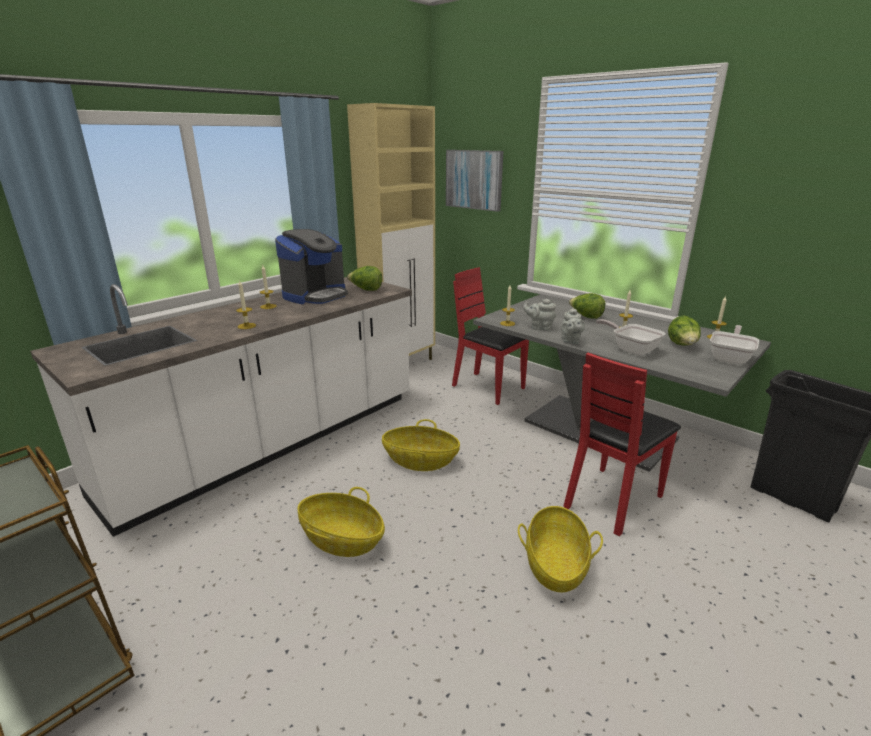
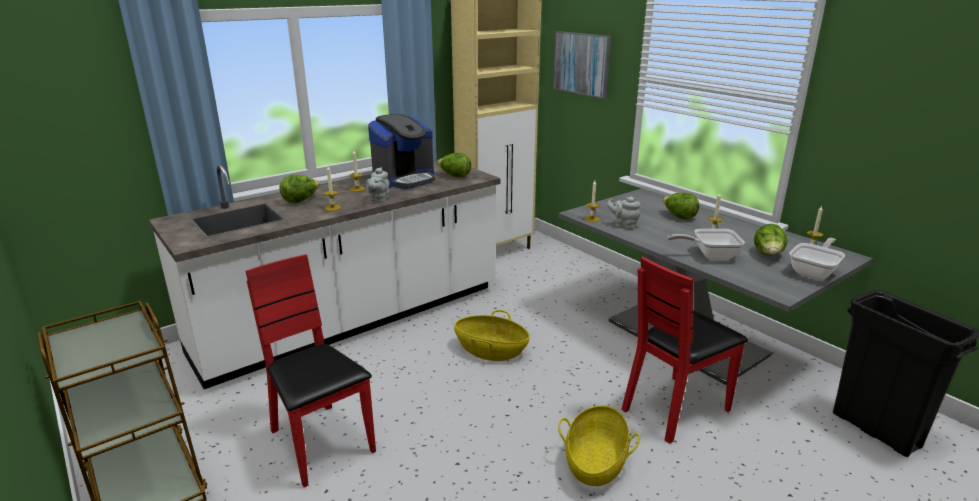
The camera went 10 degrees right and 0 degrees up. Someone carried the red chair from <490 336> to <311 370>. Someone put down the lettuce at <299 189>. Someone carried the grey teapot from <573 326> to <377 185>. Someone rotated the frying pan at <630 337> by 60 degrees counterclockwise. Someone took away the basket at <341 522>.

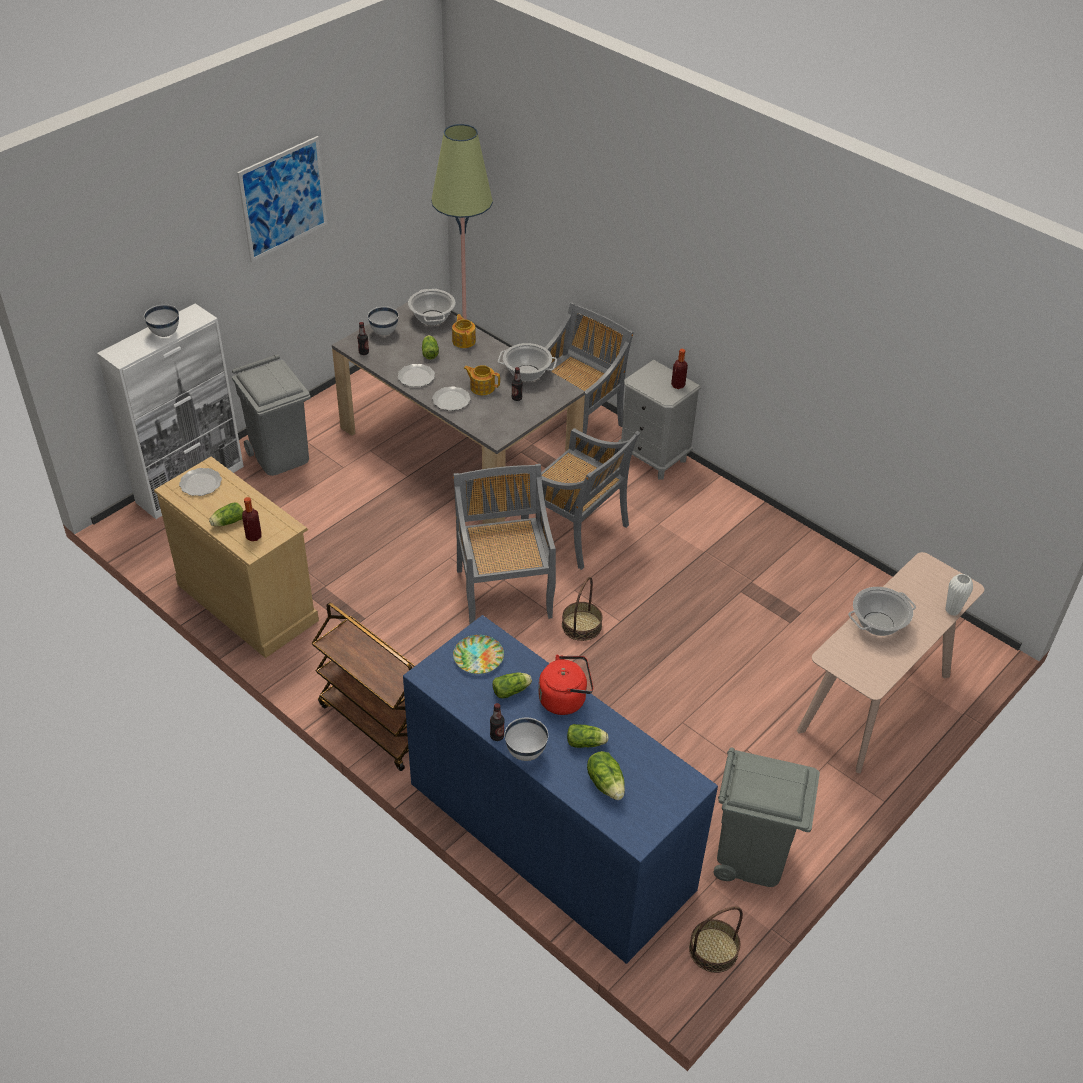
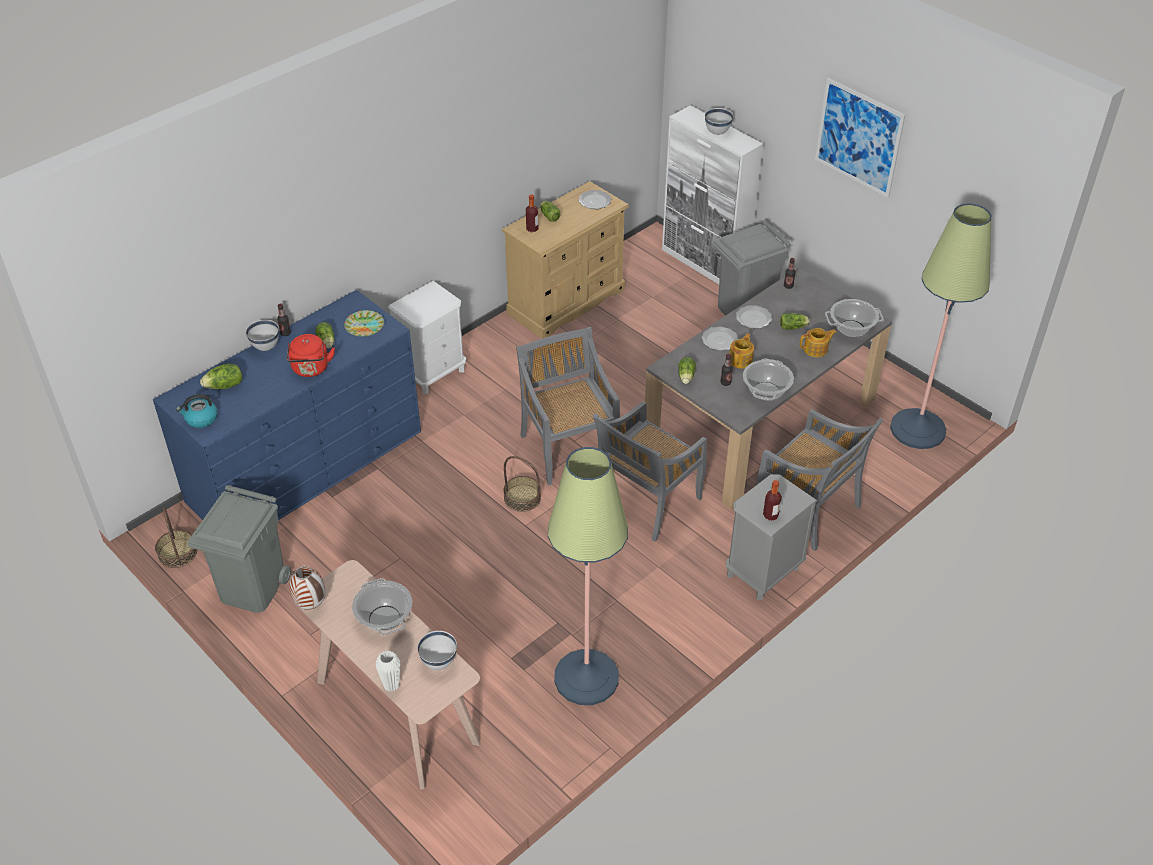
The camera went 95 degrees right and 0 degrees up. Someone put down the kettle at <197 411>. Someone put down the vase at <307 588>. Someone swapped the brown cart at <363 686> for the white nightstand at <427 337>. Someone carried the white bowl from <383 321> to <437 650>. Someone rotated the grey chair at <504 544> by 105 degrees counterclockwise. Someone put down the floor lamp at <588 576>. Someone carried the lettuce from <588 736> to <687 370>.

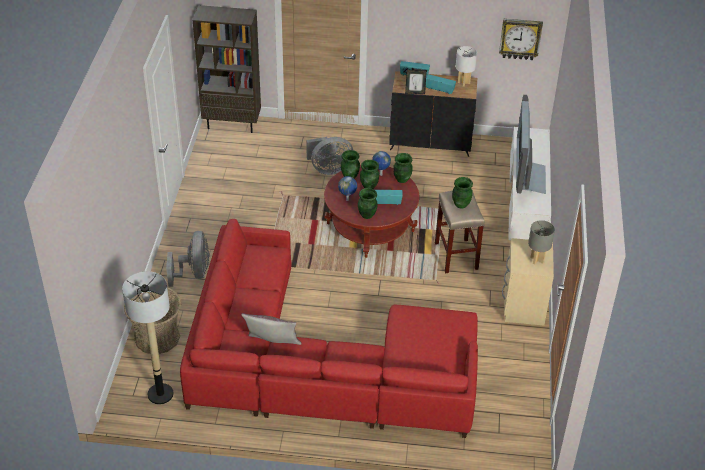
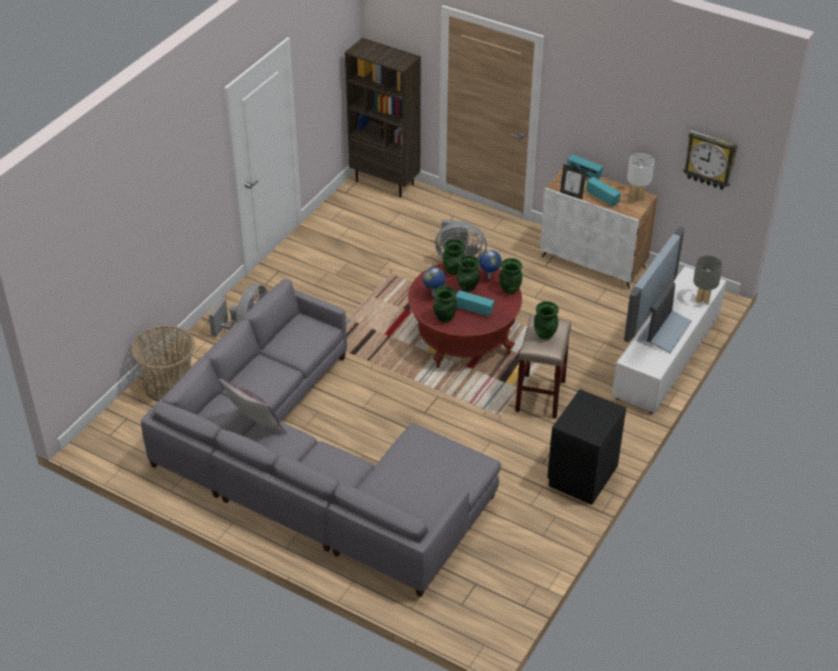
The camera went 25 degrees right and 0 degrees up. Someone repainted the red sofa at <329 328>, which became the grey sofa at <321 438>. Someone repainted the black cabinet at <433 114>, which became the white cabinet at <598 228>. Someone repainted the beige nightstand at <528 282>, which became the black nightstand at <586 447>. Someone carried the grey table lamp from <541 242> to <708 280>. Someone took away the floor lamp at <148 337>.

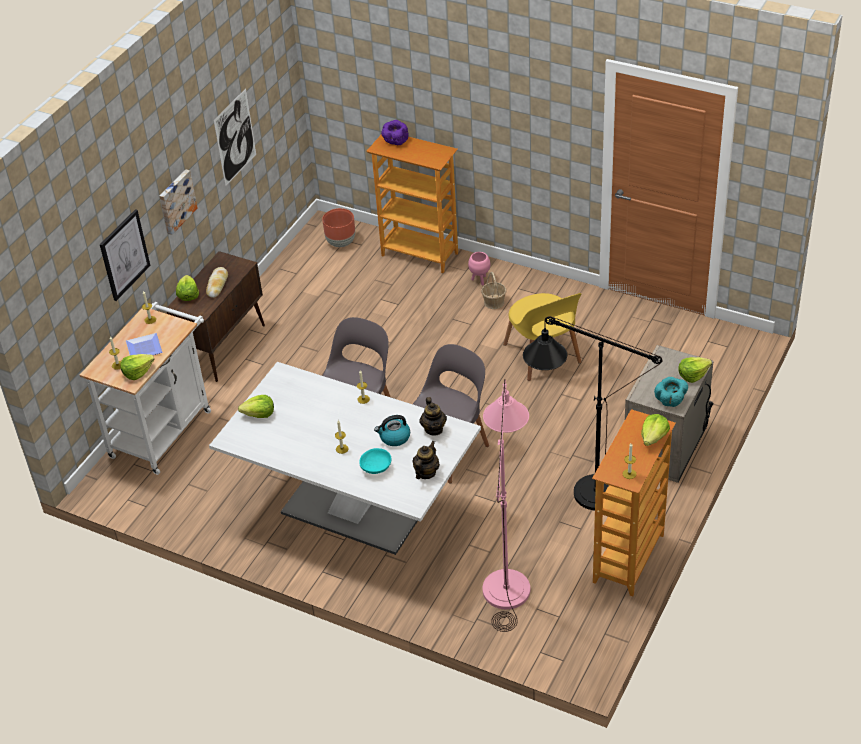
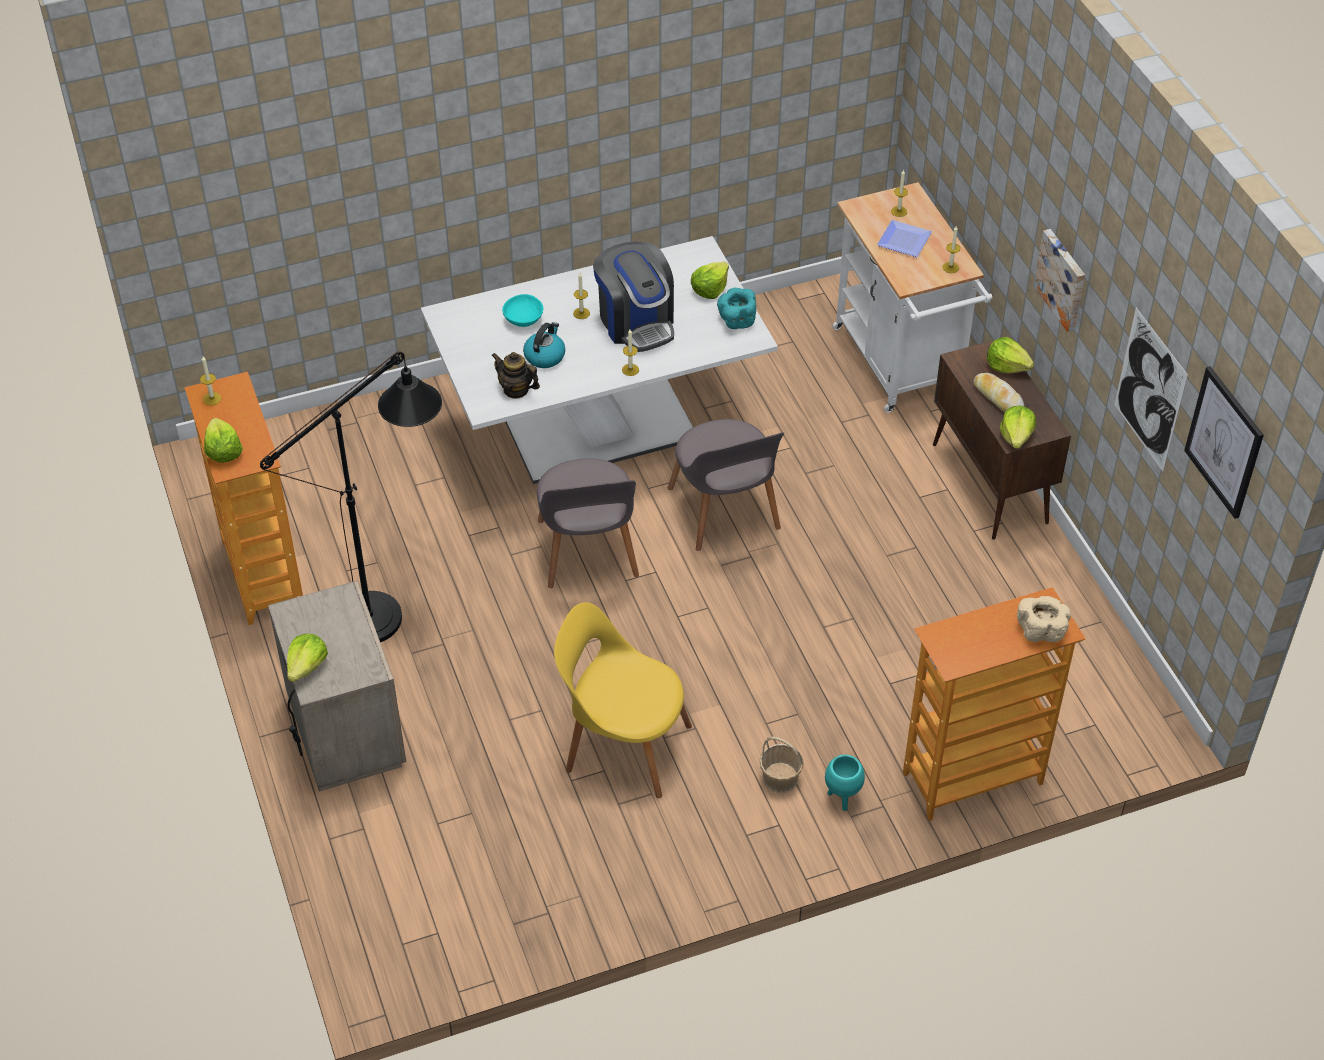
The camera went 130 degrees right and 5 degrees up. Someone put down the coffee machine at <633 296>. Someone carried the turquoise bowl from <671 392> to <736 308>. Someone repainted the pink planter at <479 269>, which became the turquoise planter at <845 783>. Someone carried the lettuce from <137 367> to <1018 427>. Someone repainted the purple bowl at <394 132>, which became the beige bowl at <1044 619>. Someone carried the picture from <125 255> to <1224 442>. Someone took away the brown planter at <338 227>. Someone took away the teapot at <425 460>. Someone took away the pink floor lamp at <506 505>.

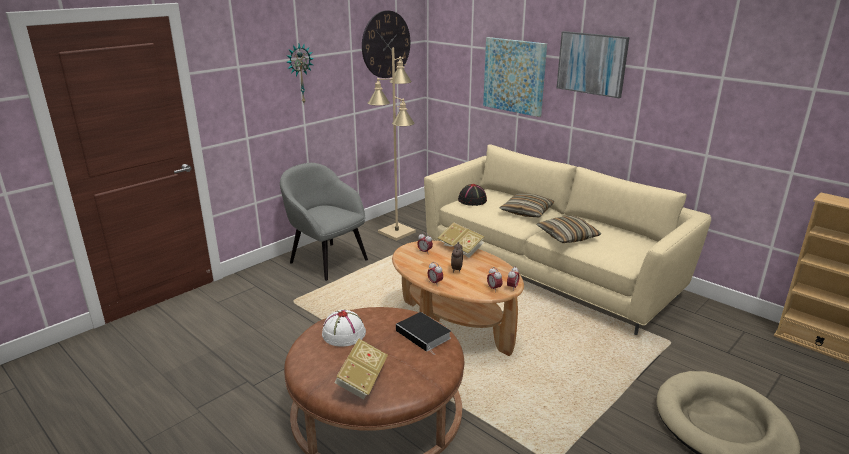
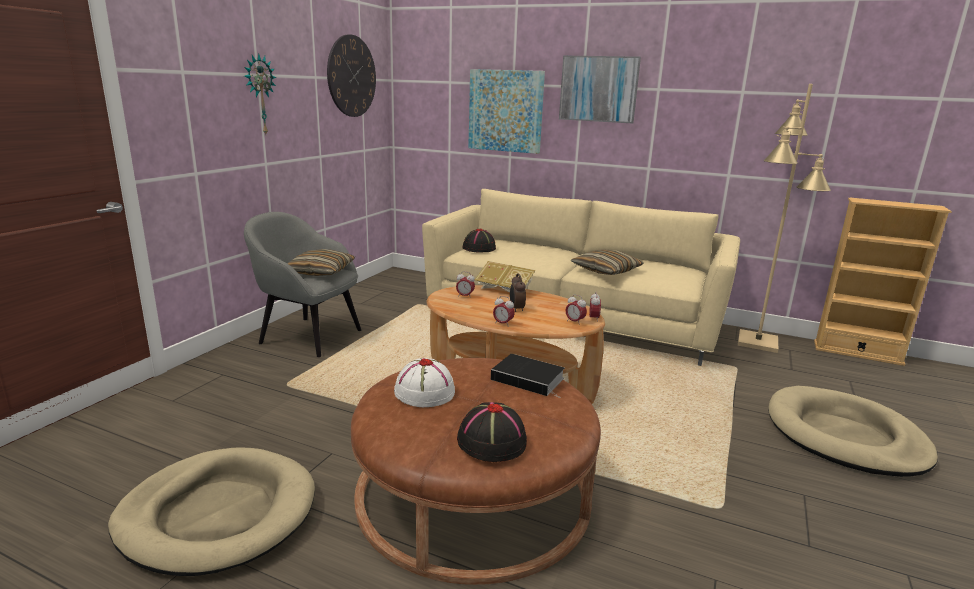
The camera went 20 degrees left and 5 degrees down. Someone put down the beige dog bed at <211 511>. Someone carried the pillow from <527 205> to <321 262>. Someone swapped the book at <361 369> for the black hat at <492 432>. Someone carried the beige floor lamp from <392 144> to <784 218>.

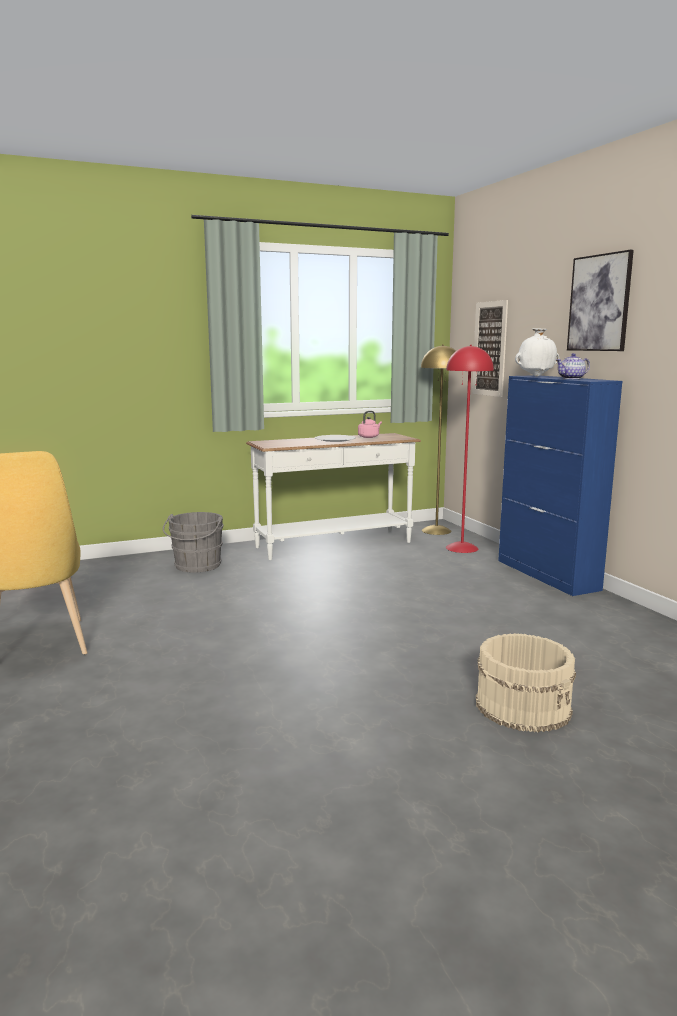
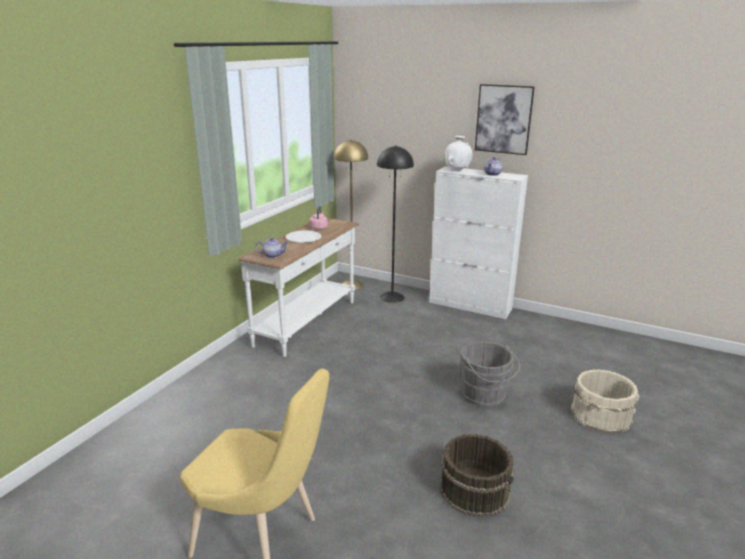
The camera went 40 degrees left and 10 degrees up. Someone put down the teapot at <271 247>. Someone repainted the red floor lamp at <470 449>, which became the black floor lamp at <395 224>. Someone repainted the blue cabinet at <560 485>, which became the white cabinet at <478 242>. Someone put down the brown bucket at <477 476>. Someone carried the grey bucket from <193 542> to <490 374>. Someone took away the picture at <490 348>.

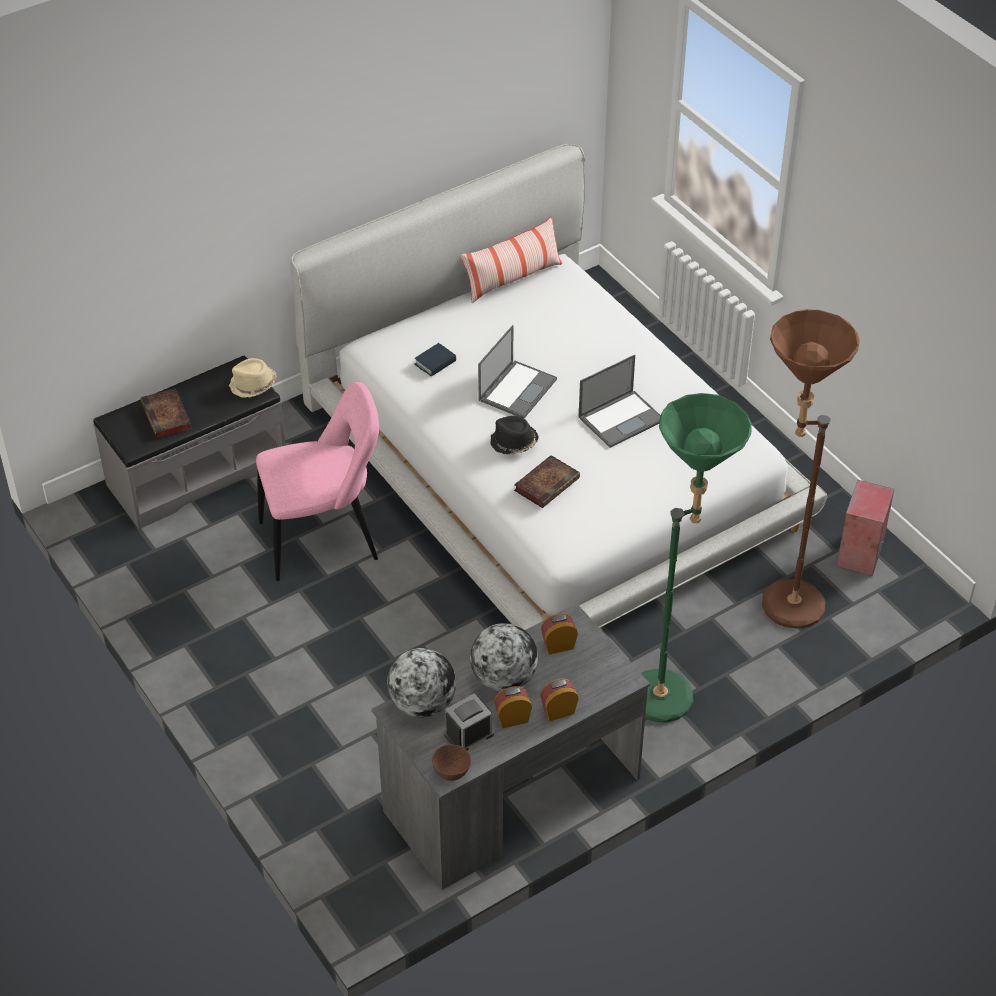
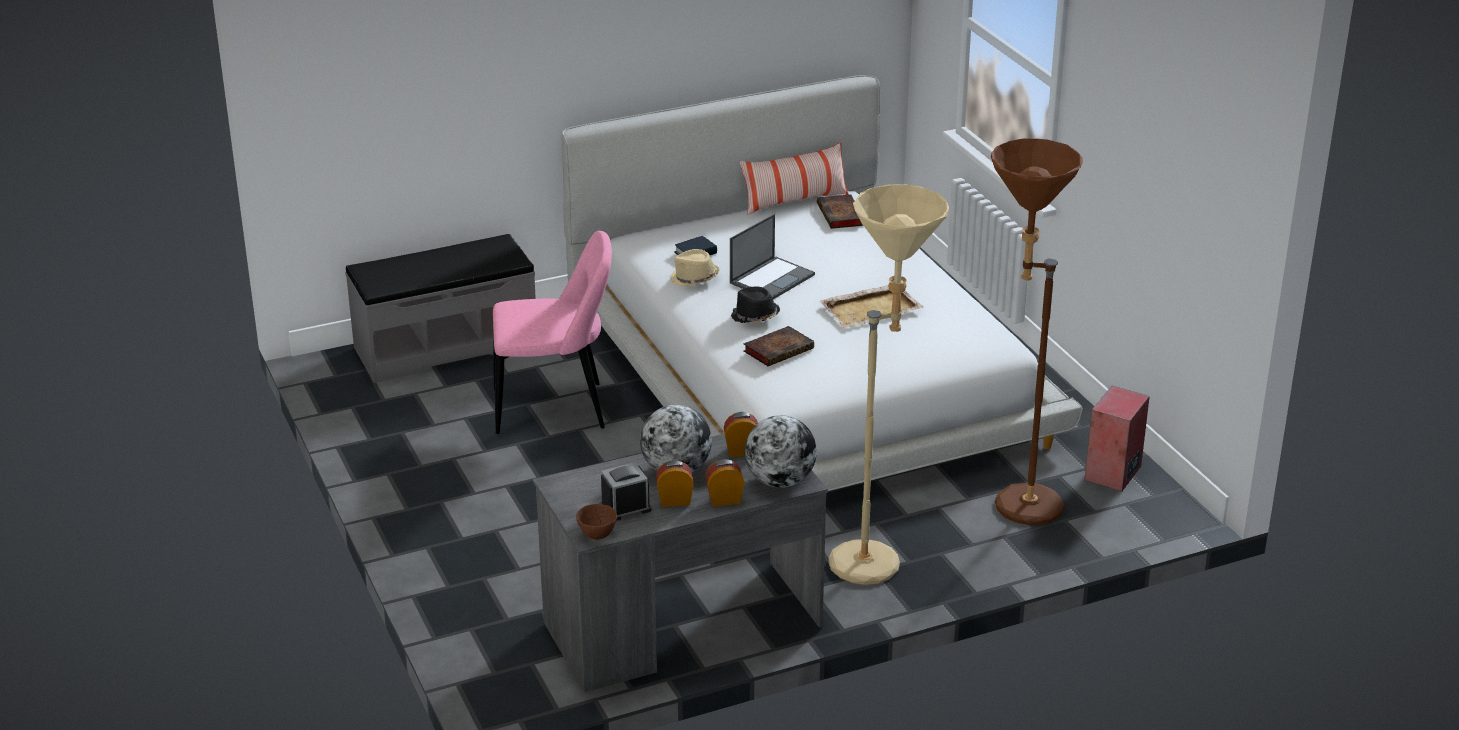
The camera went 10 degrees right and 15 degrees down. Someone carried the beige hat from <252 378> to <695 268>. Someone carried the globe from <421 682> to <781 451>. Someone carried the book from <166 413> to <840 211>. Someone swapped the laptop at <620 401> for the beige tray at <871 306>. Someone repainted the green floor lamp at <696 558>, which became the beige floor lamp at <889 384>.

